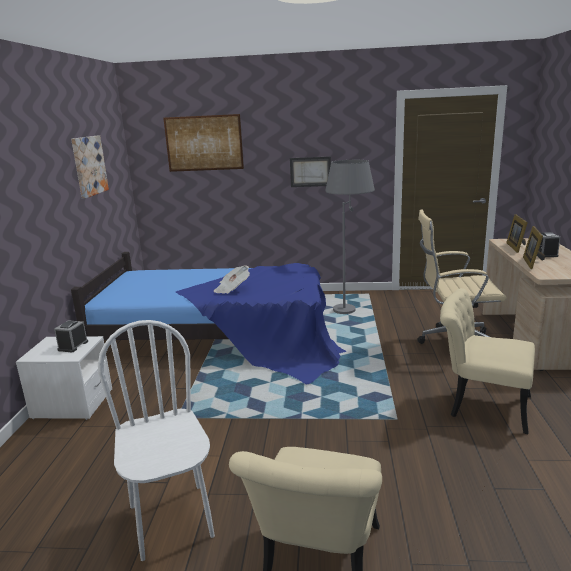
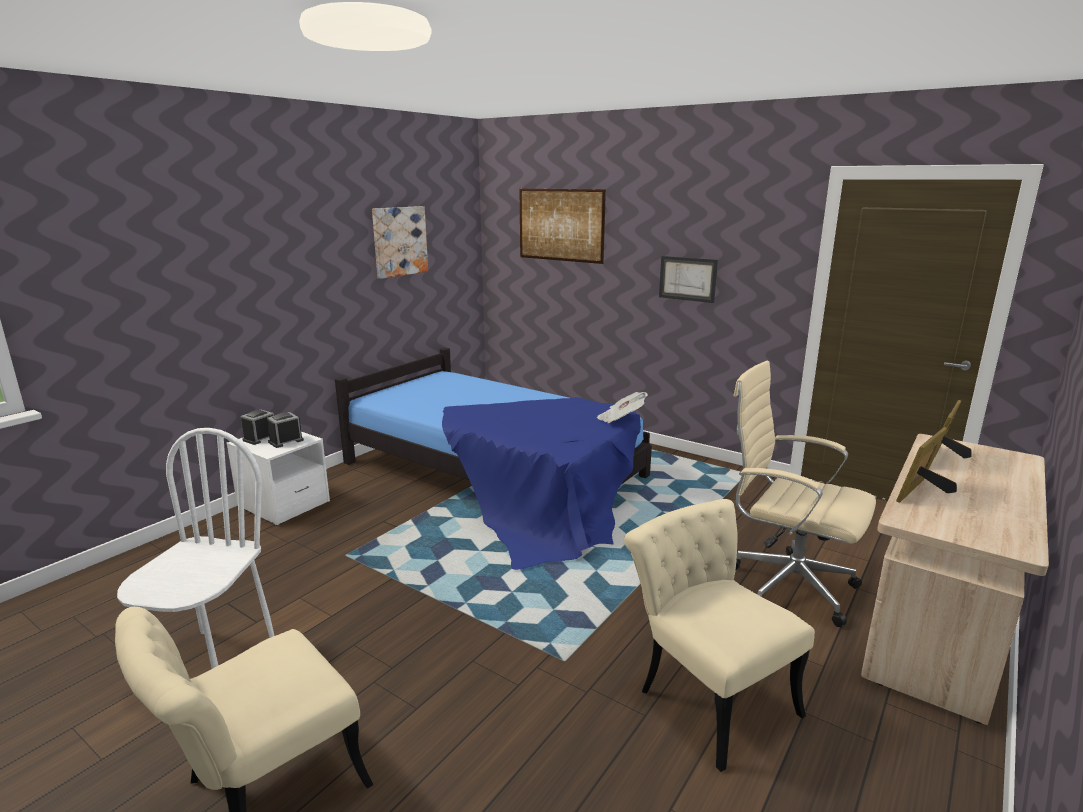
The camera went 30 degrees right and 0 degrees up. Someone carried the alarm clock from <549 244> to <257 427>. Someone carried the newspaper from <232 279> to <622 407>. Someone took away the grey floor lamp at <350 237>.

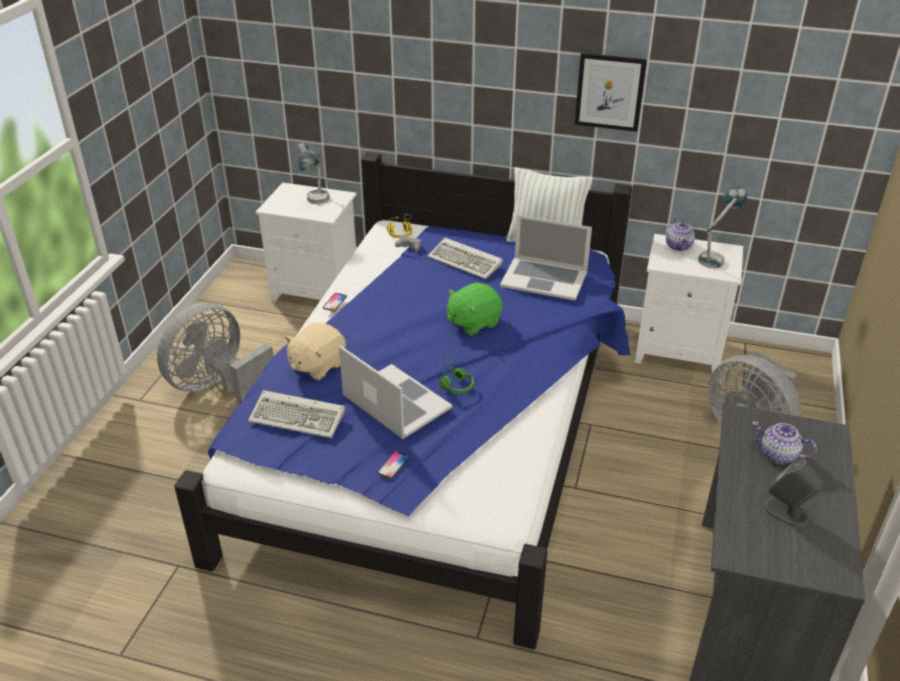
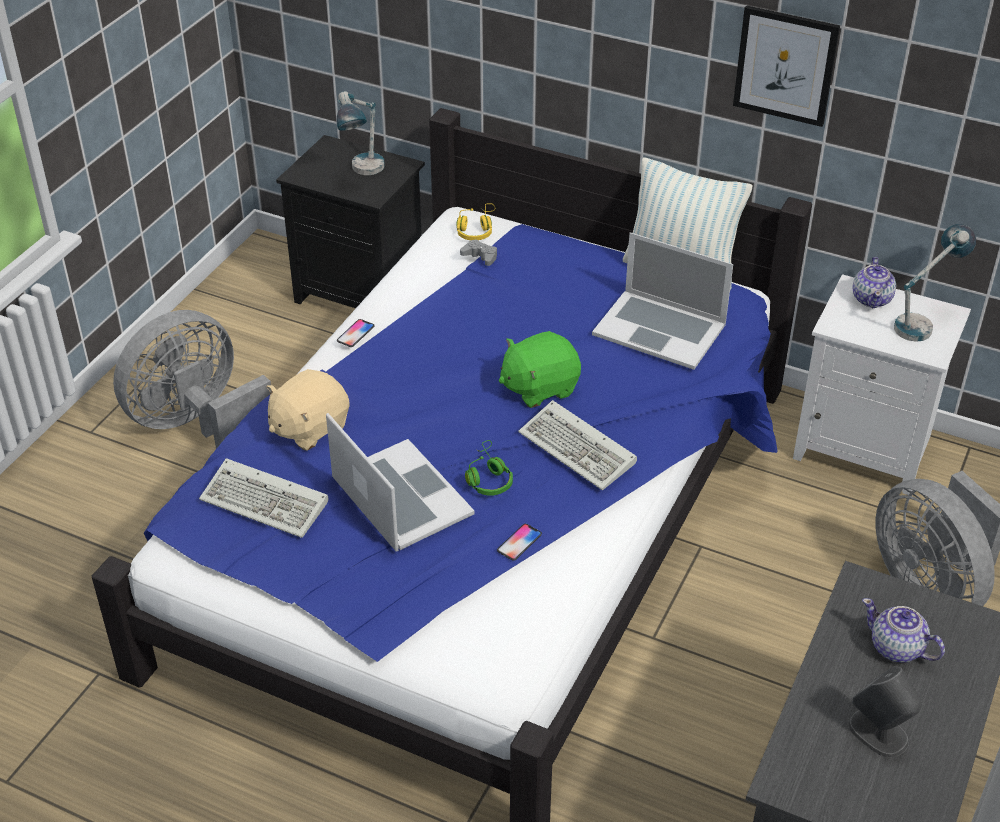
The camera went 10 degrees right and 5 degrees up. Someone repainted the white nightstand at <306 242>, which became the black nightstand at <350 221>. Someone carried the phone from <393 465> to <519 542>. Someone carried the keyboard from <465 258> to <577 445>.

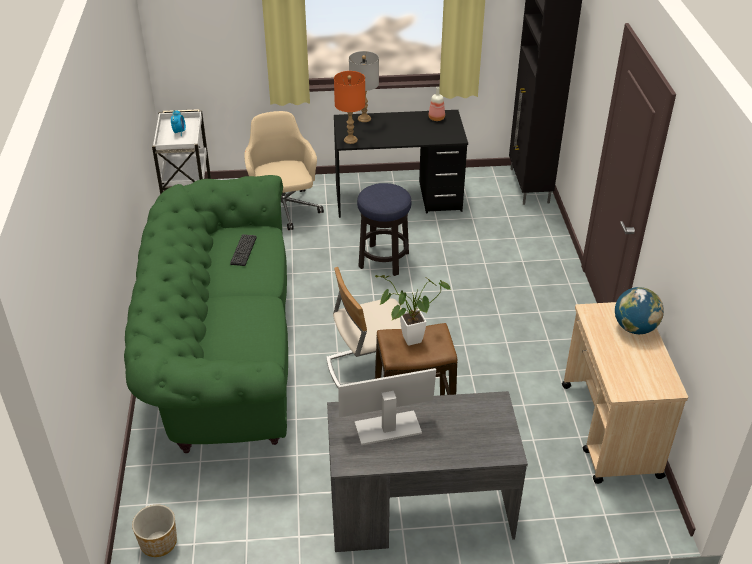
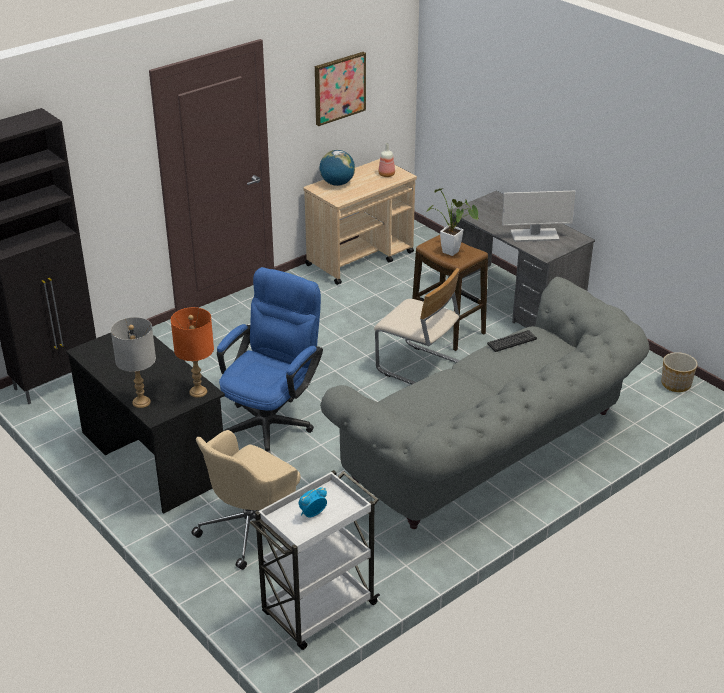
The camera went 125 degrees left and 5 degrees down. Someone swapped the stool at <384 229> for the blue office chair at <270 360>. Someone put up the picture at <340 89>. Someone repainted the green sofa at <206 314>, which became the grey sofa at <485 403>. Someone carried the bottle from <436 104> to <386 160>. Someone carried the keyboard from <243 250> to <512 341>. Someone rotated the monitor at <387 406> by 45 degrees counterclockwise.

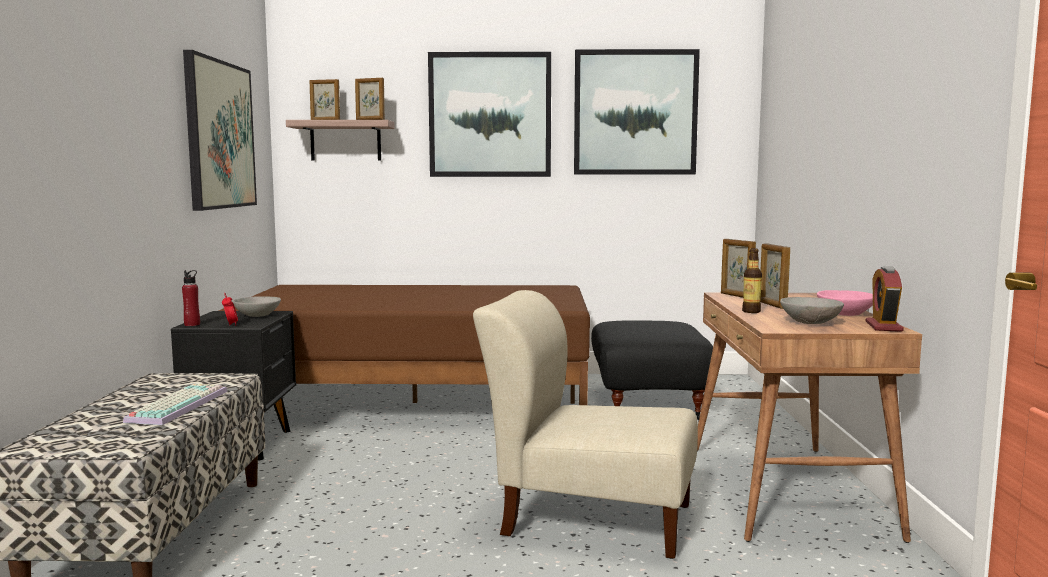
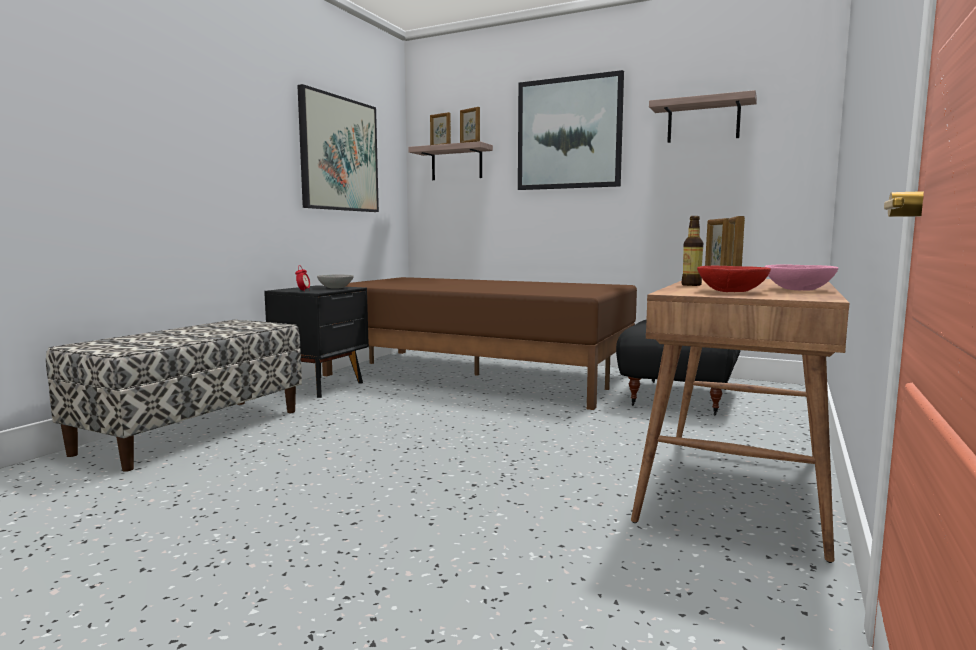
The camera went 25 degrees right and 0 degrees up. Someone swapped the picture at <637 112> for the shelf at <703 116>. Someone repainted the grey bowl at <812 310>, which became the red bowl at <734 279>. Someone took away the keyboard at <175 404>. Someone took away the red bottle at <191 298>. Someone took away the beige chair at <585 424>. Someone took away the alarm clock at <885 299>.

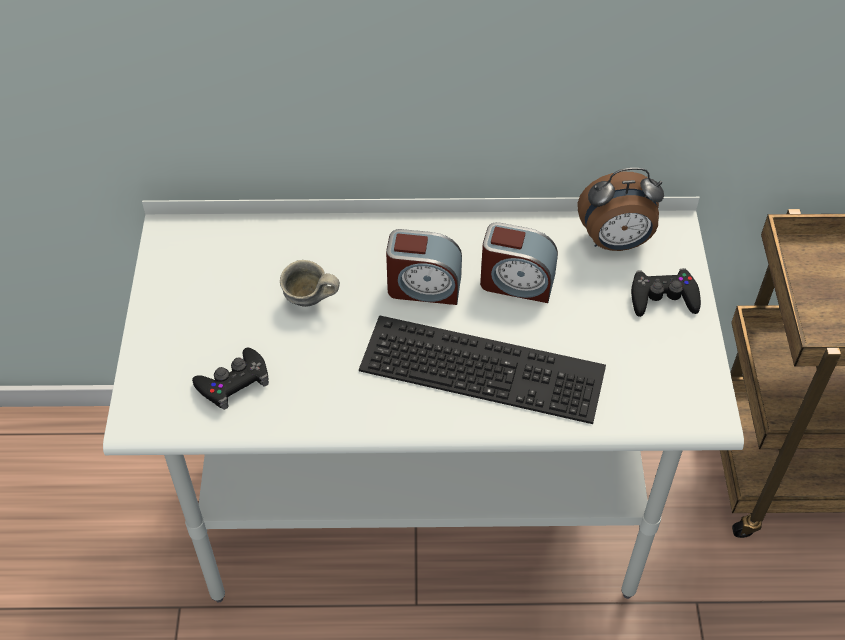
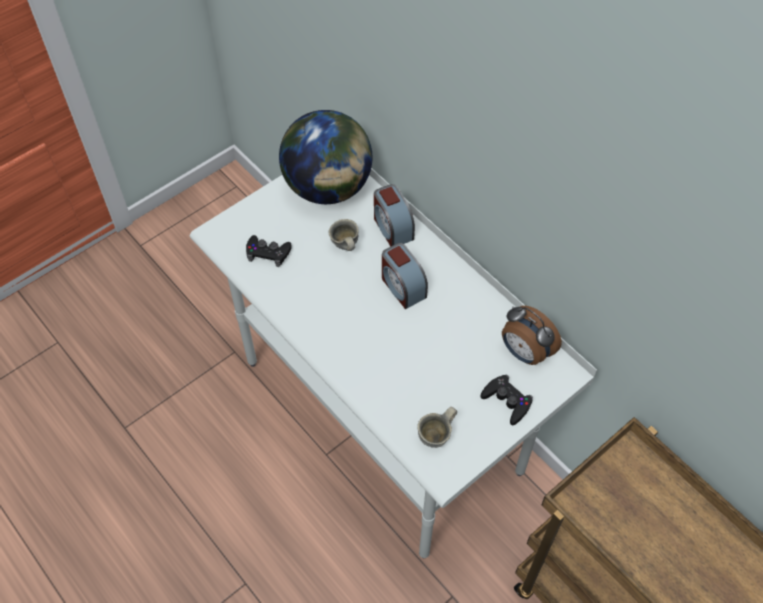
The camera went 50 degrees right and 5 degrees up. Someone put down the globe at <325 157>. Someone carried the alarm clock from <519 262> to <394 215>. Someone put down the grey mug at <437 427>. Someone took away the keyboard at <482 369>.

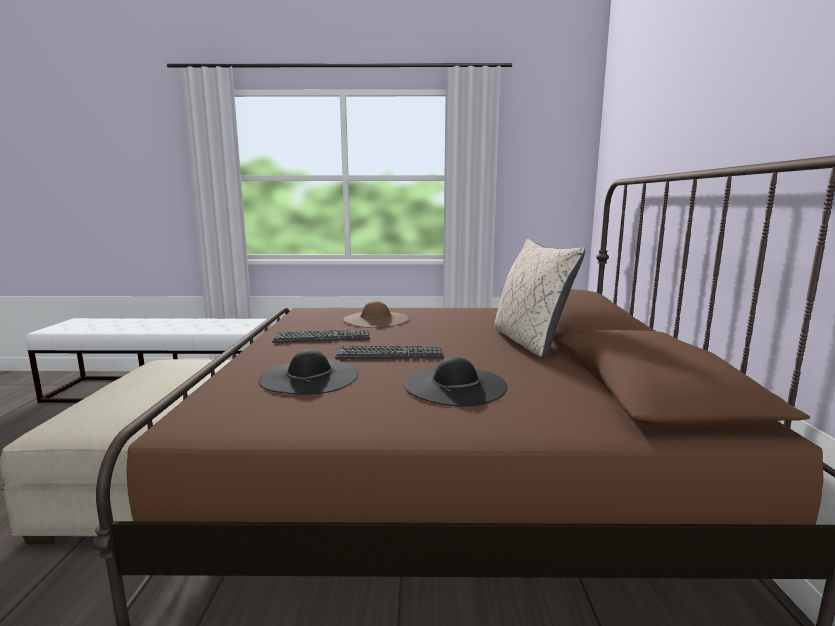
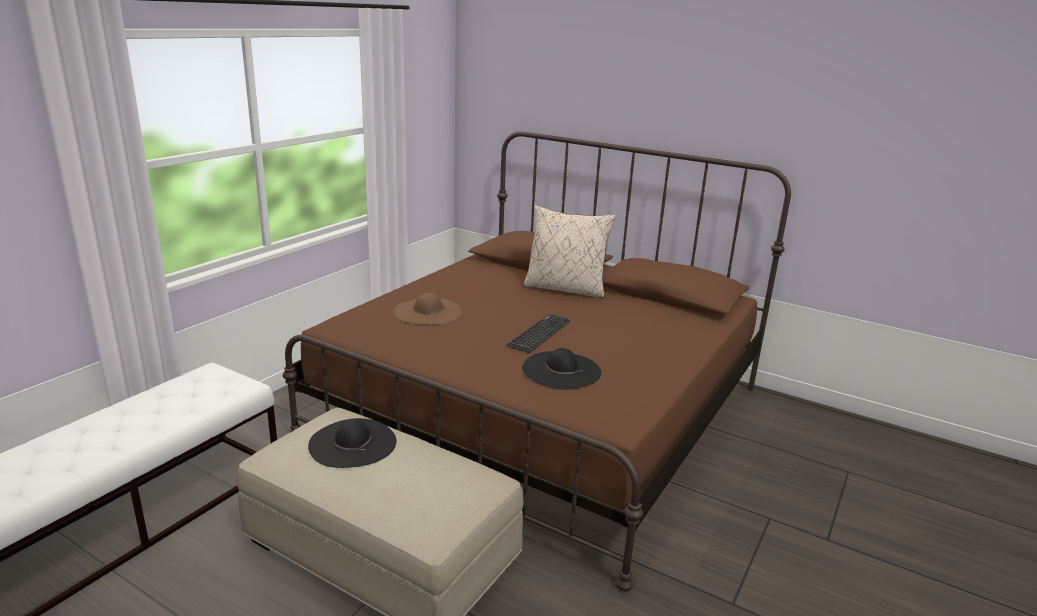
The camera went 60 degrees left and 10 degrees up. Someone carried the black hat from <455 382> to <352 443>. Someone took away the keyboard at <321 336>.

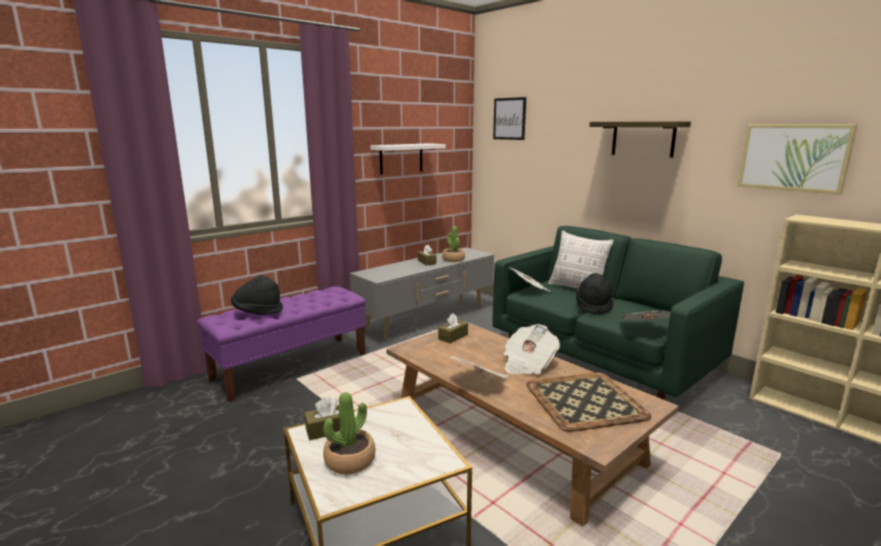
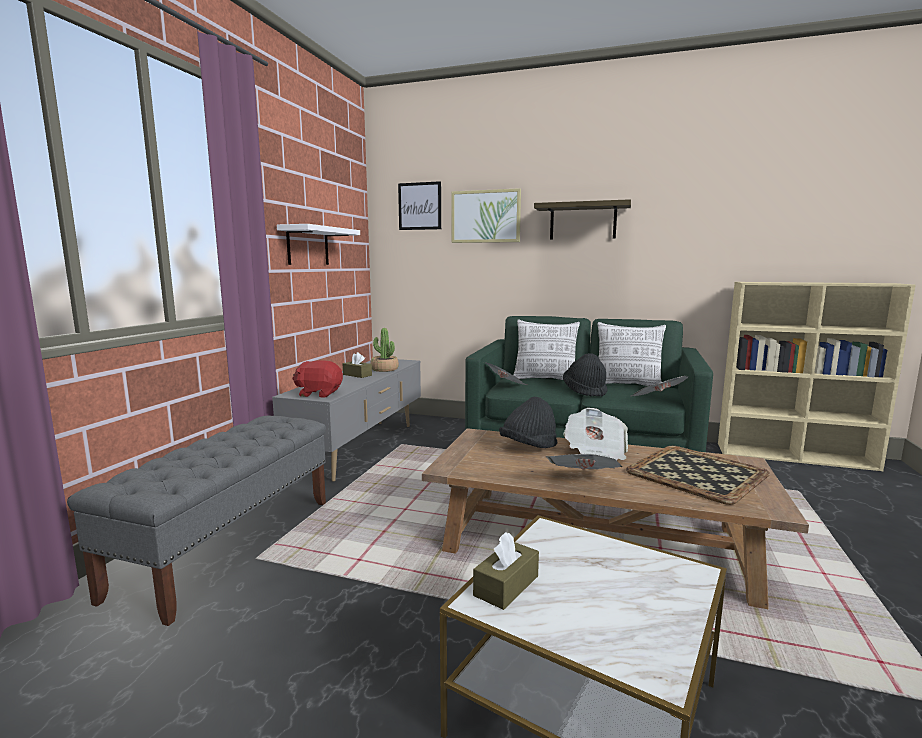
The camera went 30 degrees left and 5 degrees down. Someone repainted the purple bench at <281 344>, which became the grey bench at <196 521>. Someone put down the red plush toy at <317 379>. Someone carried the picture from <797 159> to <486 215>. Someone carried the black hat from <257 295> to <528 422>. Someone put down the pillow at <632 354>. Someone took away the potted plant at <349 433>. Someone took away the brown tissue box at <453 328>.

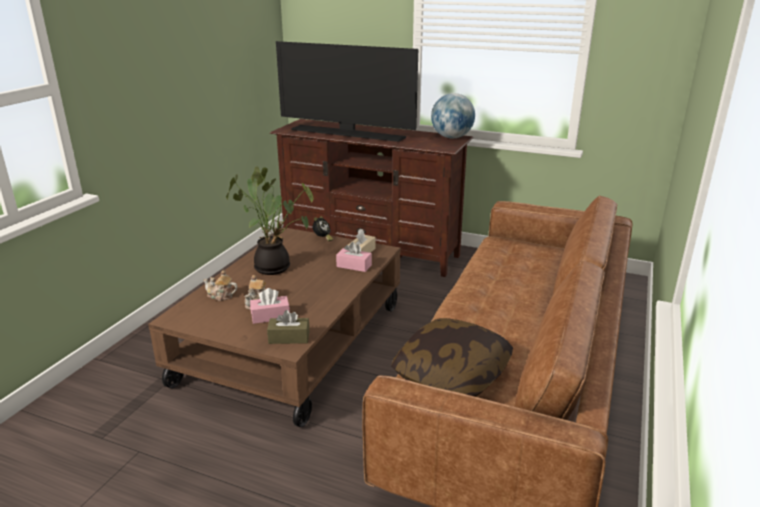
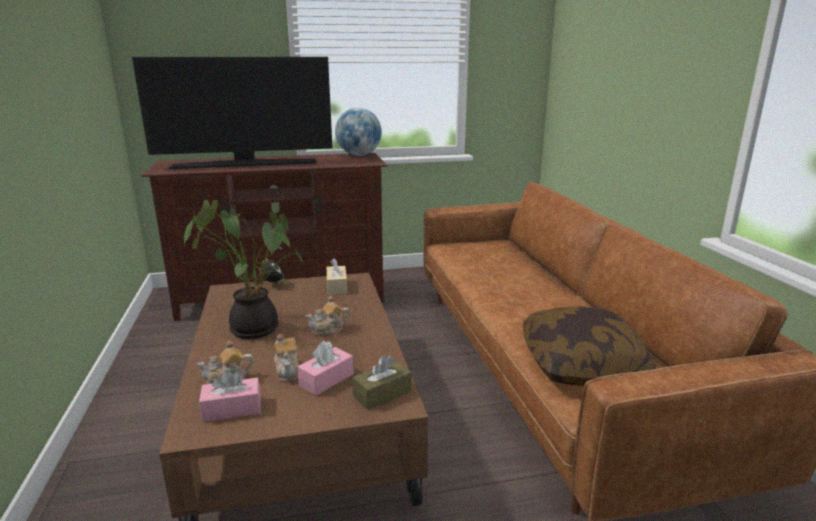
The camera went 35 degrees left and 5 degrees down. Someone carried the pink tissue box from <354 257> to <230 396>. Someone put down the teapot at <328 315>.

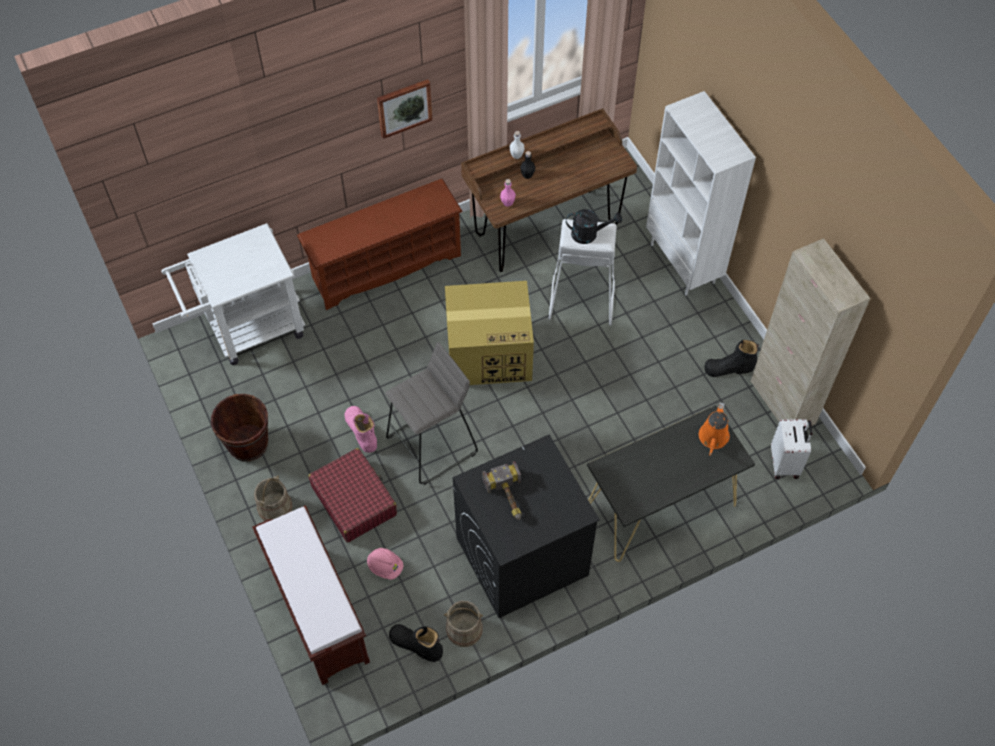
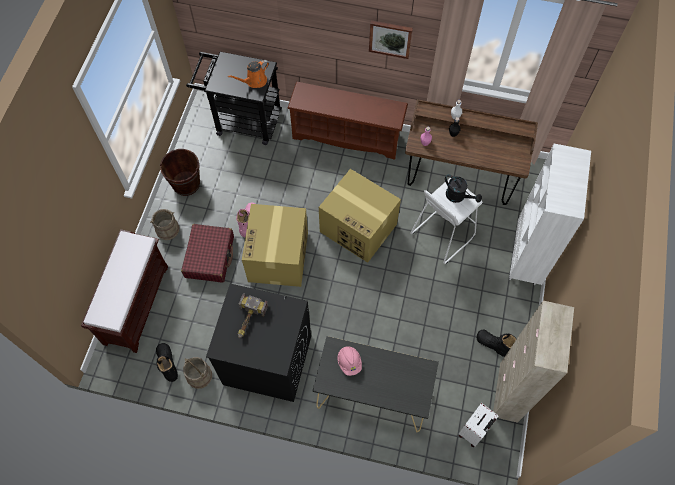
The camera went 40 degrees right and 5 degrees up. Someone repainted the white cart at <233 294>, which became the black cart at <234 98>. Someone carried the orange watering can from <714 429> to <248 74>. Someone swapped the grey stool at <431 413> for the cardboard box at <275 245>. Someone carried the pink hard hat from <385 564> to <350 361>.

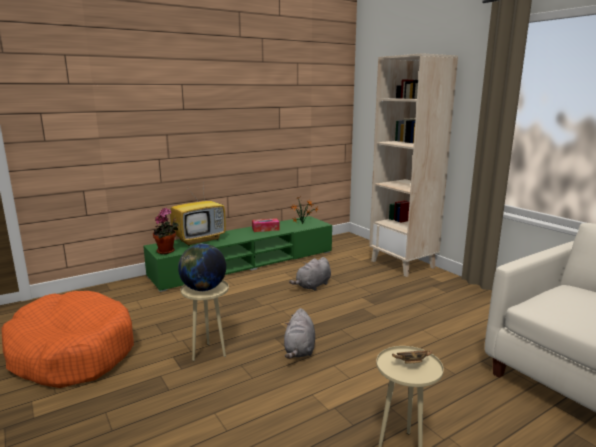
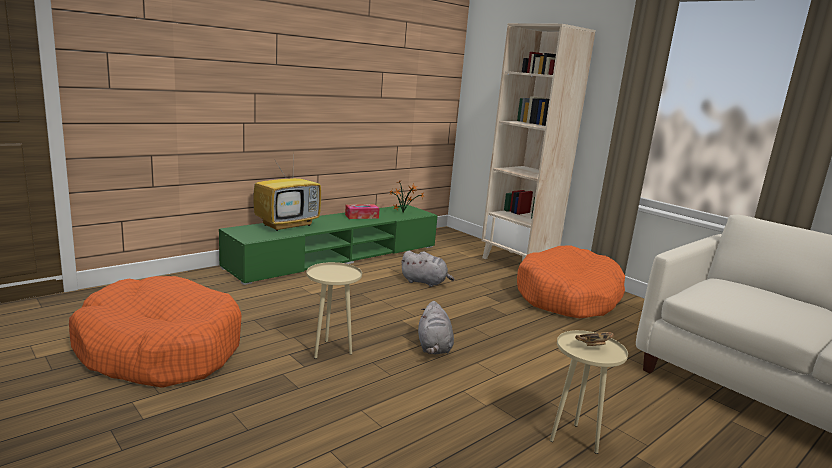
The camera went 10 degrees left and 0 degrees up. Someone rotated the grey plush toy at <310 274> by 105 degrees counterclockwise. Someone put down the orange dog bed at <571 281>. Someone took away the potted plant at <165 231>. Someone took away the globe at <202 267>.

